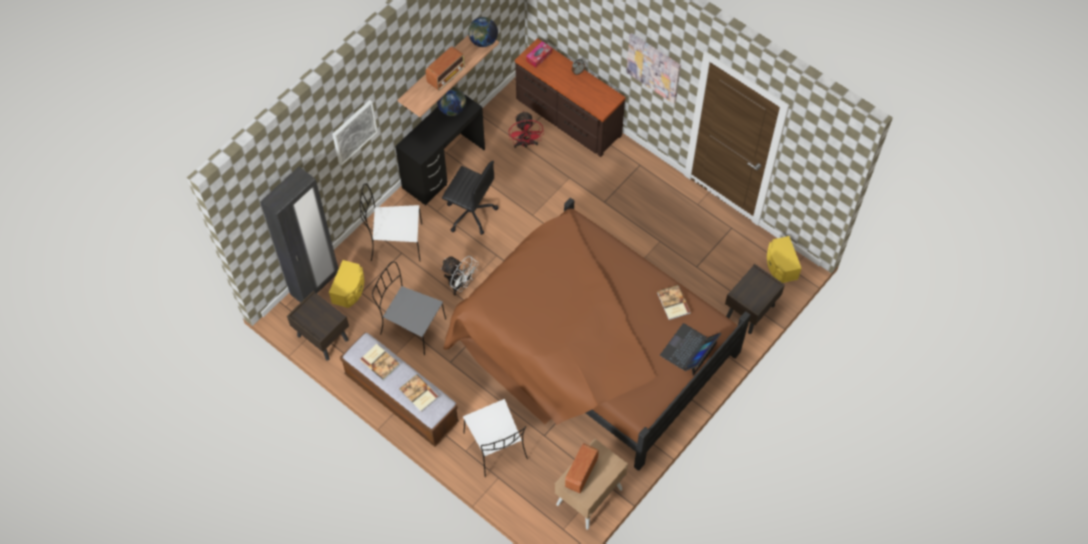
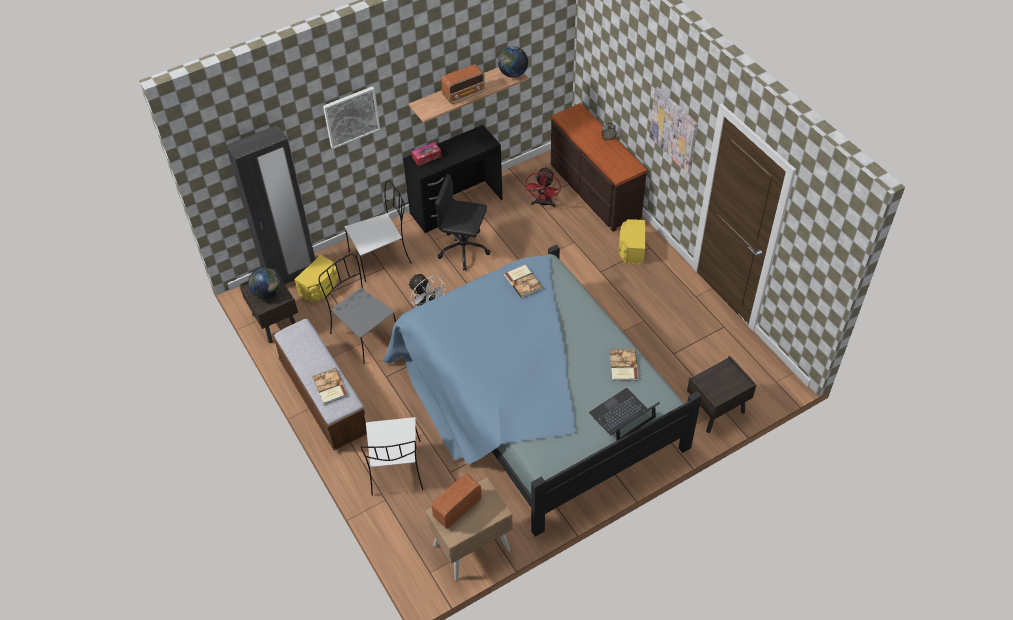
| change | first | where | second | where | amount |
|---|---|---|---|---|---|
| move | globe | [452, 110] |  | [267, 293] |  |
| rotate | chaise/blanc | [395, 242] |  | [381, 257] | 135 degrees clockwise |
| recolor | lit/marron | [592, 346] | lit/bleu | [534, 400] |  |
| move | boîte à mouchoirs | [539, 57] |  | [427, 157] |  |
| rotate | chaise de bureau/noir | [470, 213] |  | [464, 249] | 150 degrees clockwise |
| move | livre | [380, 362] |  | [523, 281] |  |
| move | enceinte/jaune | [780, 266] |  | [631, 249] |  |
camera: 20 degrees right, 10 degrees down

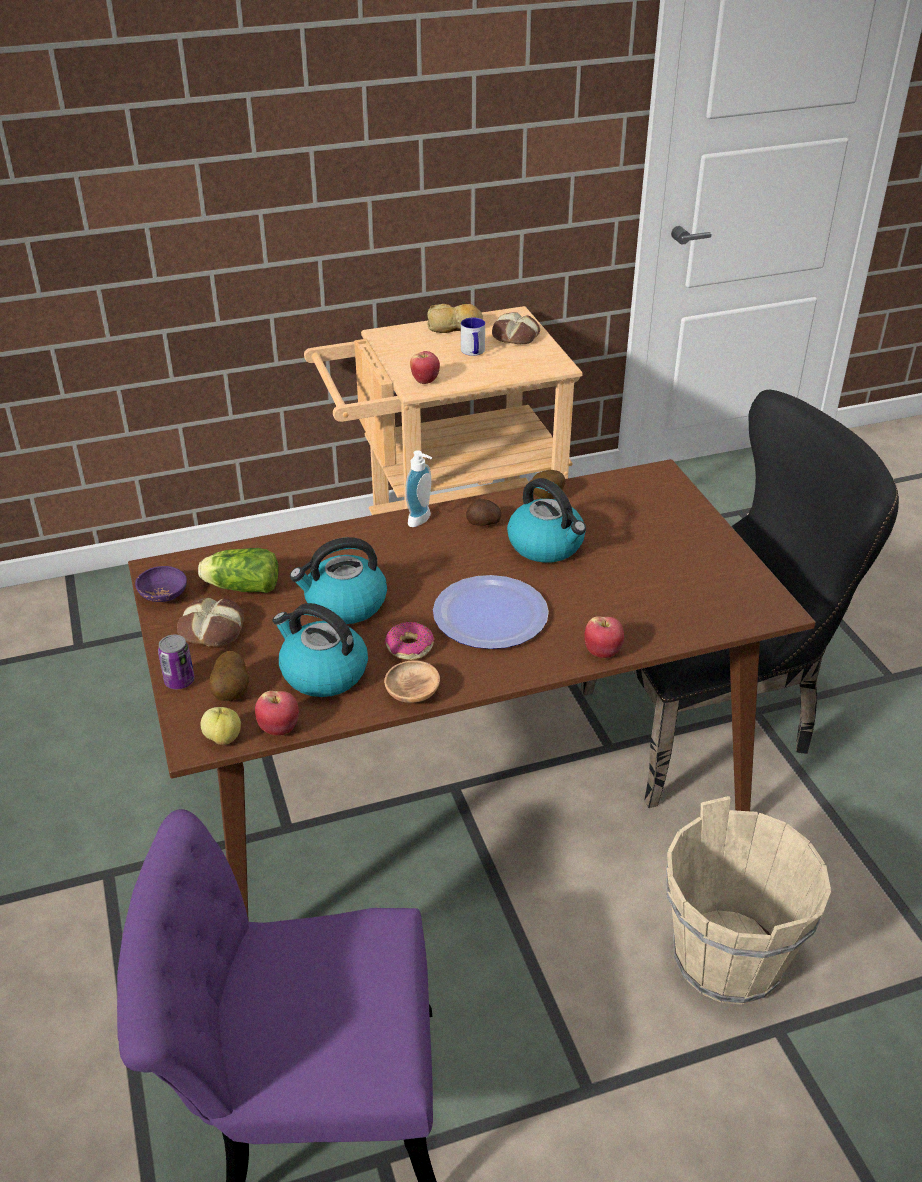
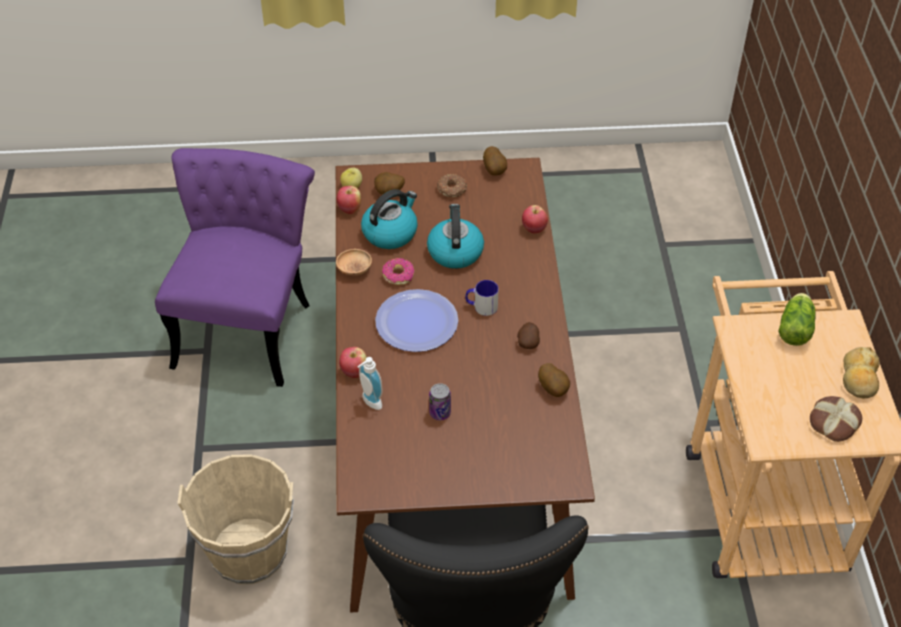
| change | first | where | second | where | amount |
|---|---|---|---|---|---|
| move | distributeur de savon | [422, 520] |  | [369, 403] |  |
| move | boîte métallique | [179, 681] |  | [440, 413] |  |
| replace | pain | [213, 628] | beignet | [452, 189] |  |
| move | mug | [473, 352] |  | [481, 306] |  |
| replace | bol/violet | [163, 595] | pomme de terre | [495, 170] |  |
| move | pomme | [425, 381] |  | [534, 229] |  |
| move | laitue | [240, 587] |  | [795, 327] |  |
| delete | bouilloire | [547, 545] |  |  |  |
camera: 105 degrees right, 10 degrees up

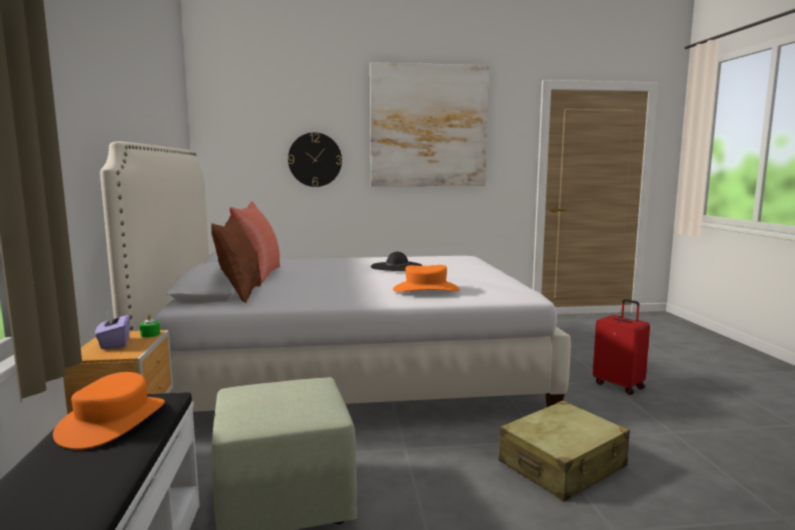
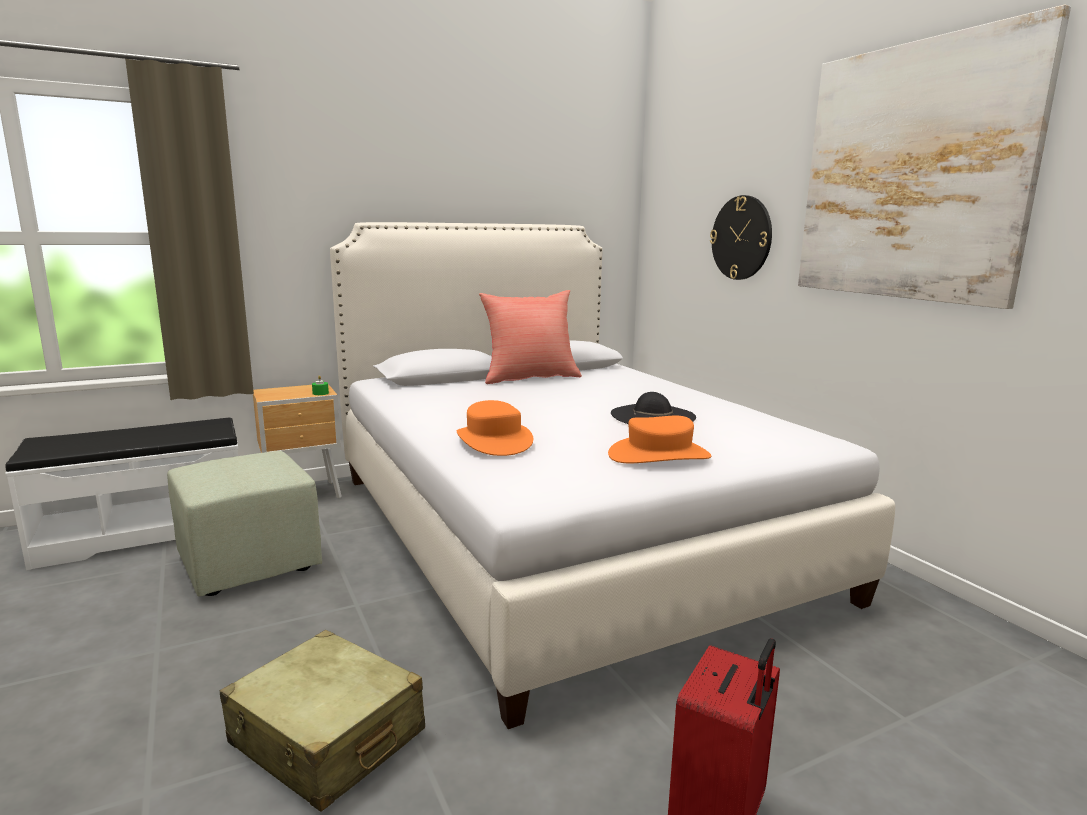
| change | first | where | second | where | amount |
|---|---|---|---|---|---|
| move | chapeau/orange | [113, 421] |  | [659, 455] |  |
| delete | boîte à mouchoirs/violet | [114, 343] |  |  |  |
| delete | coussin/marron | [240, 294] |  |  |  |
camera: 70 degrees right, 5 degrees up

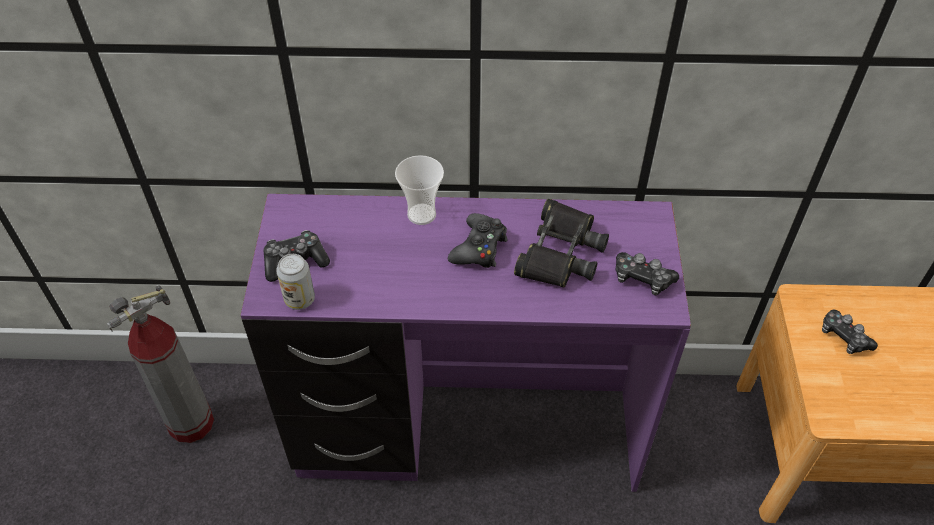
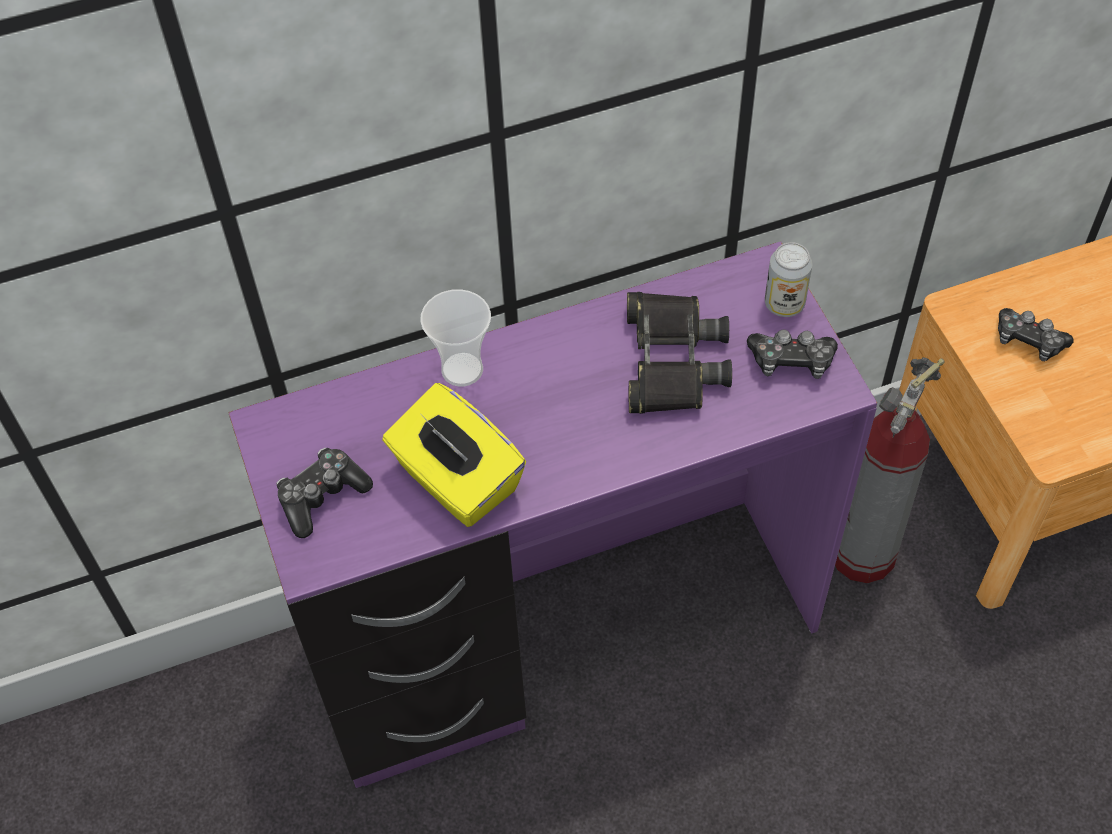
| change | first | where | second | where | amount |
|---|---|---|---|---|---|
| insert |  |  | boîte à mouchoirs/jaune | [456, 480] |  |
| move | boîte métallique | [299, 299] |  | [784, 304] |  |
| move | extincteur | [190, 423] |  | [862, 555] |  |
| delete | manette/noir | [479, 248] |  |  |  |
camera: 20 degrees left, 5 degrees up

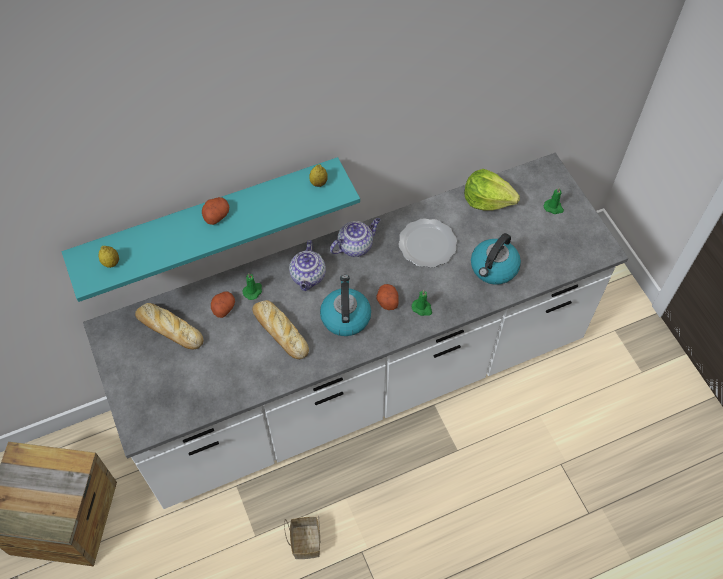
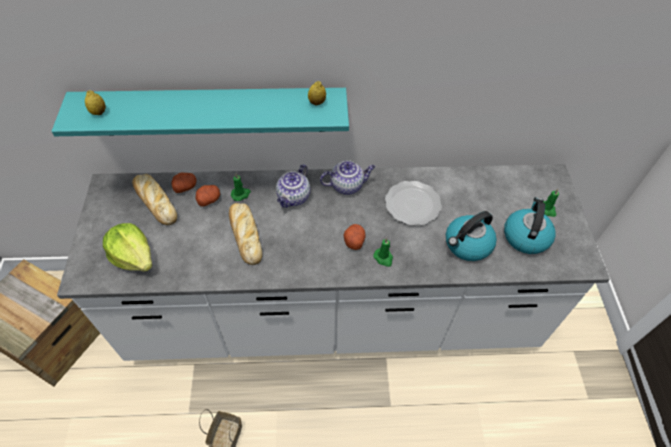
| change | first | where | second | where | amount |
|---|---|---|---|---|---|
| move | laitue | [487, 199] |  | [134, 257] |  |
| move | pomme de terre | [216, 215] |  | [185, 187] |  |
| move | bouilloire | [345, 316] |  | [525, 236] |  |
camera: 20 degrees right, 5 degrees down

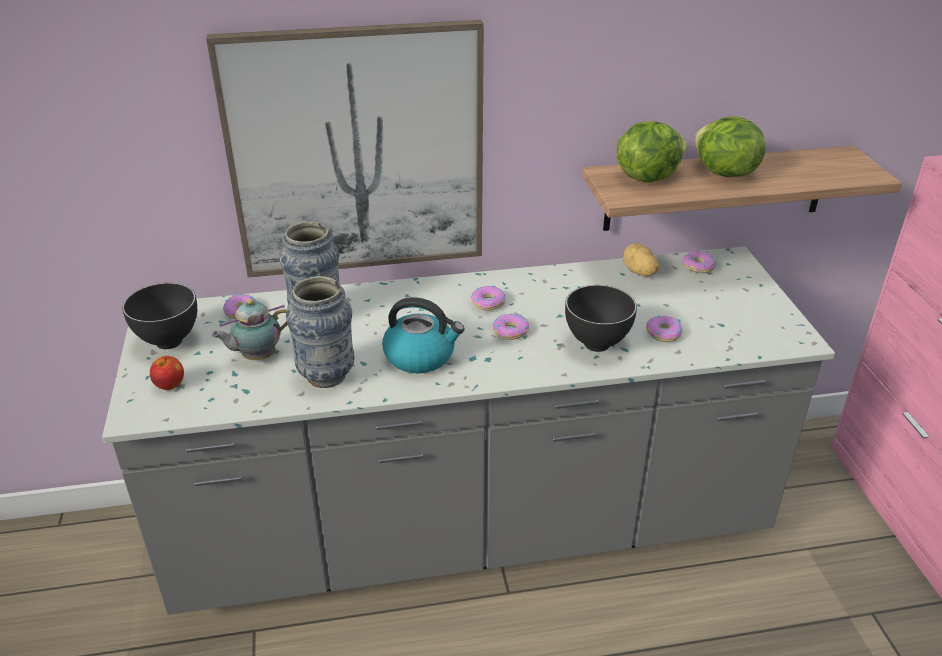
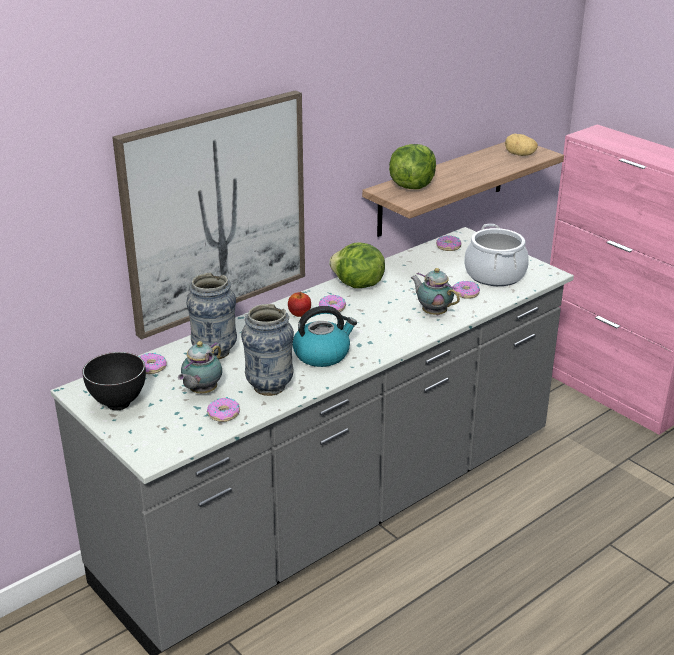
| change | first | where | second | where | amount |
|---|---|---|---|---|---|
| move | beignet | [510, 331] |  | [224, 414] |  |
| move | pomme | [170, 385] |  | [299, 314] |  |
| move | laitue | [723, 173] |  | [357, 285] |  |
| replace | bol/noir | [598, 346] | théière | [433, 313] |  |
| insert |  |  | marmite | [495, 275] |  |
| move | pomme de terre | [639, 272] |  | [519, 155] |  |
camera: 30 degrees left, 5 degrees down

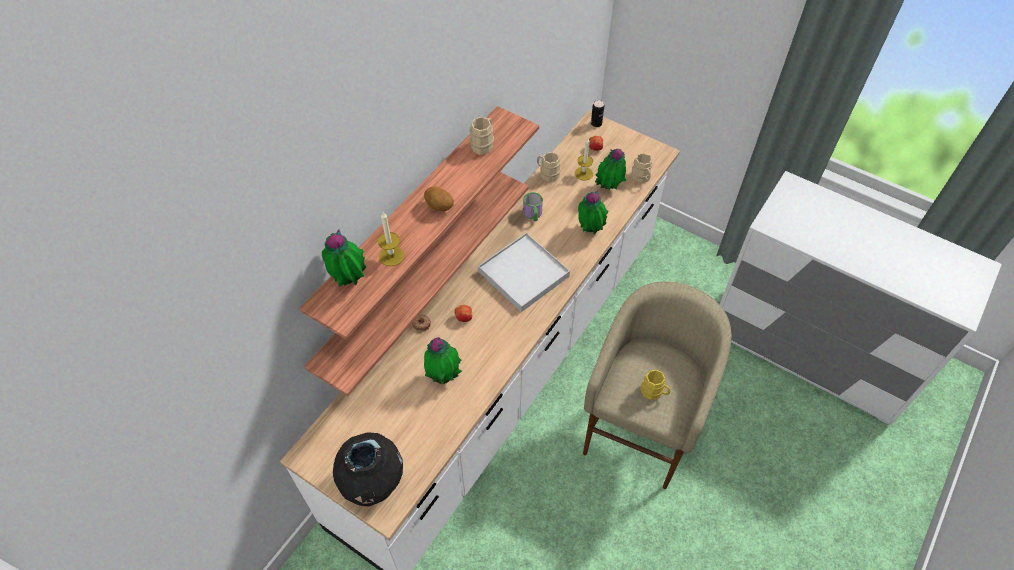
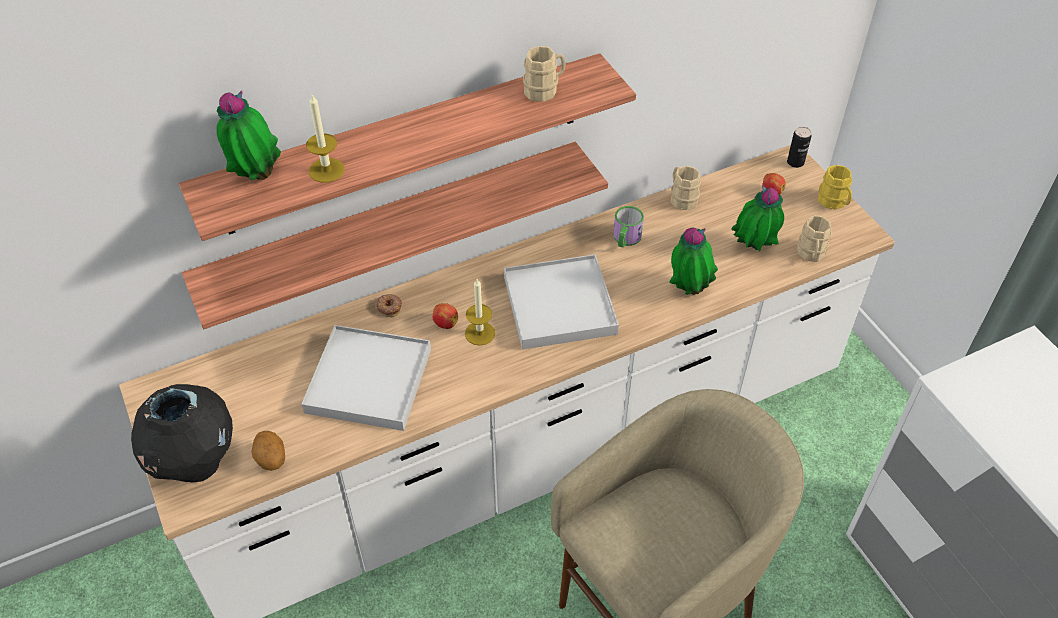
| change | first | where | second | where | amount |
|---|---|---|---|---|---|
| move | pomme de terre | [439, 207] |  | [271, 459] |  |
| replace | plante en pot | [443, 376] | plateau/blanc | [369, 380] |  |
| move | bougie | [583, 173] |  | [480, 333] |  |
| move | mug/jaune | [654, 392] |  | [834, 202] |  |
camera: 30 degrees right, 5 degrees down

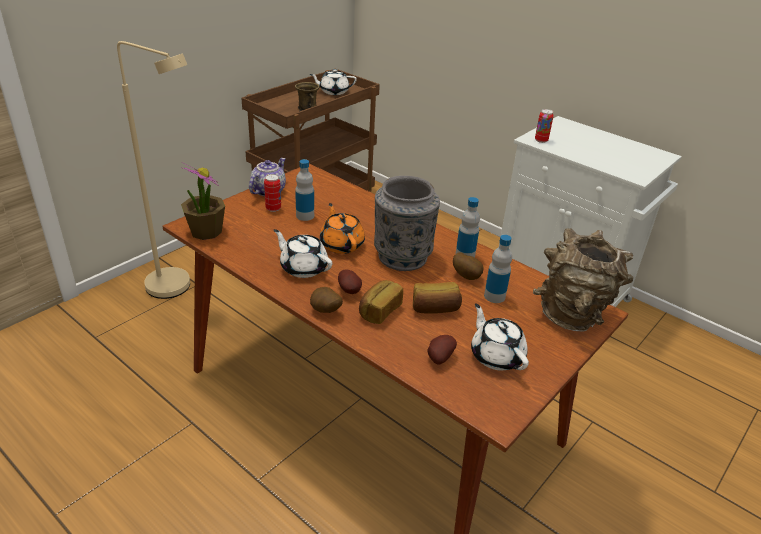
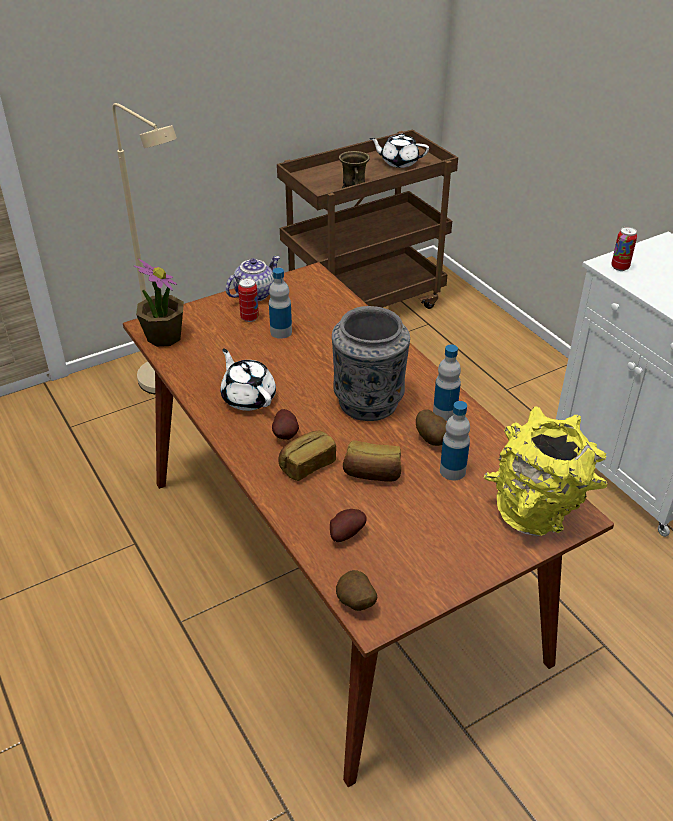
| change | first | where | second | where | amount |
|---|---|---|---|---|---|
| move | pomme de terre | [325, 312] |  | [355, 604] |  |
| recolor | vase/marron | [573, 315] | vase/jaune | [538, 513] |  |
| delete | théière/orange | [341, 244] |  |  |  |
| delete | théière/blanc | [496, 355] |  |  |  |
camera: 20 degrees right, 5 degrees up

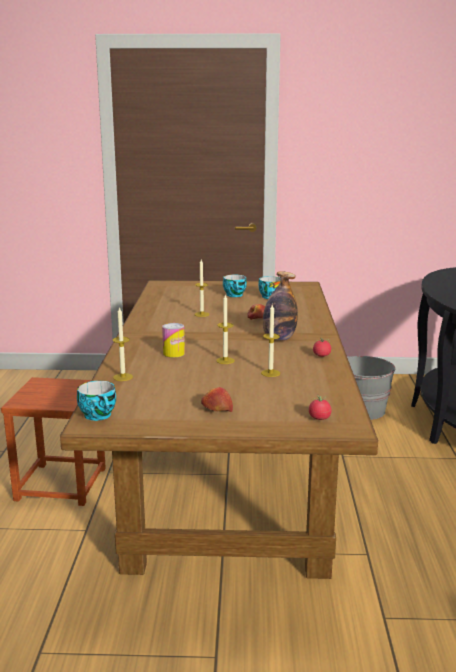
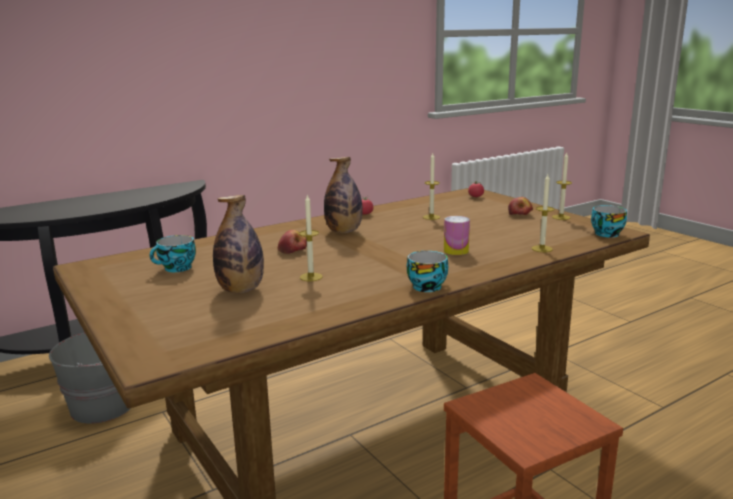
| change | first | where | second | where | amount |
|---|---|---|---|---|---|
| insert |  |  | bouteille | [241, 290] |  |
| move | tasse | [235, 295] |  | [427, 286] |  |
| move | bougie | [225, 360] |  | [561, 217] |  |
camera: 125 degrees left, 0 degrees up

